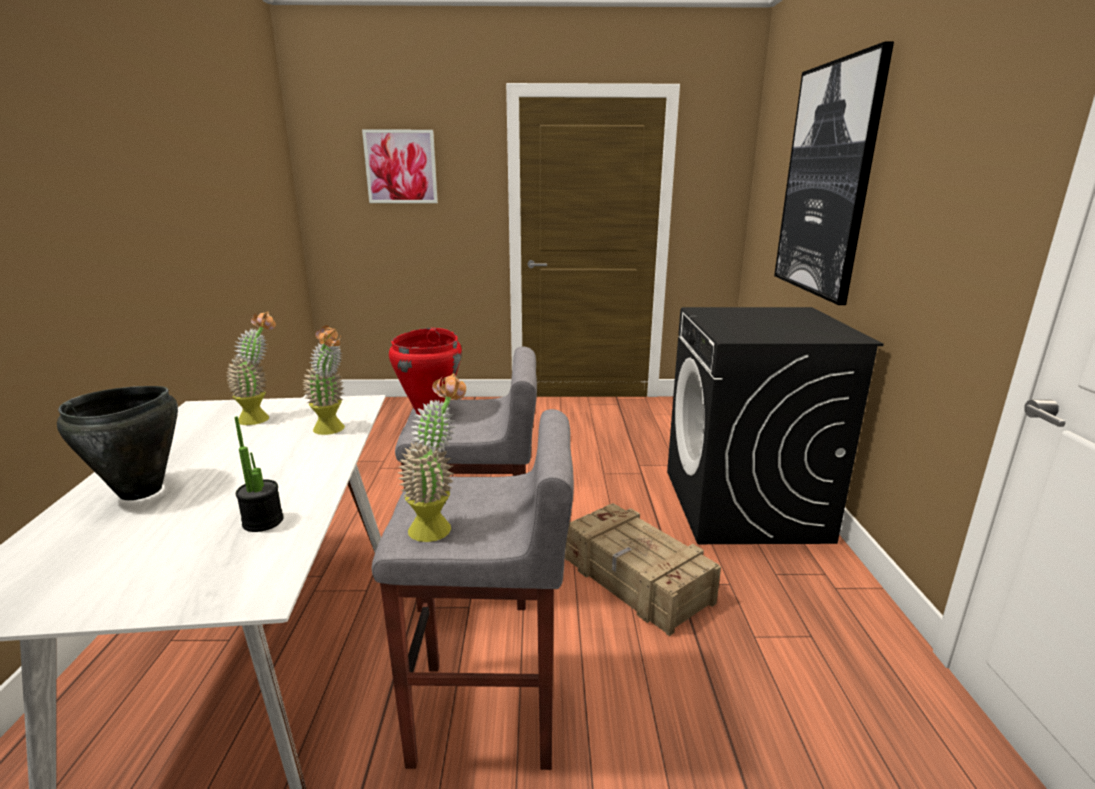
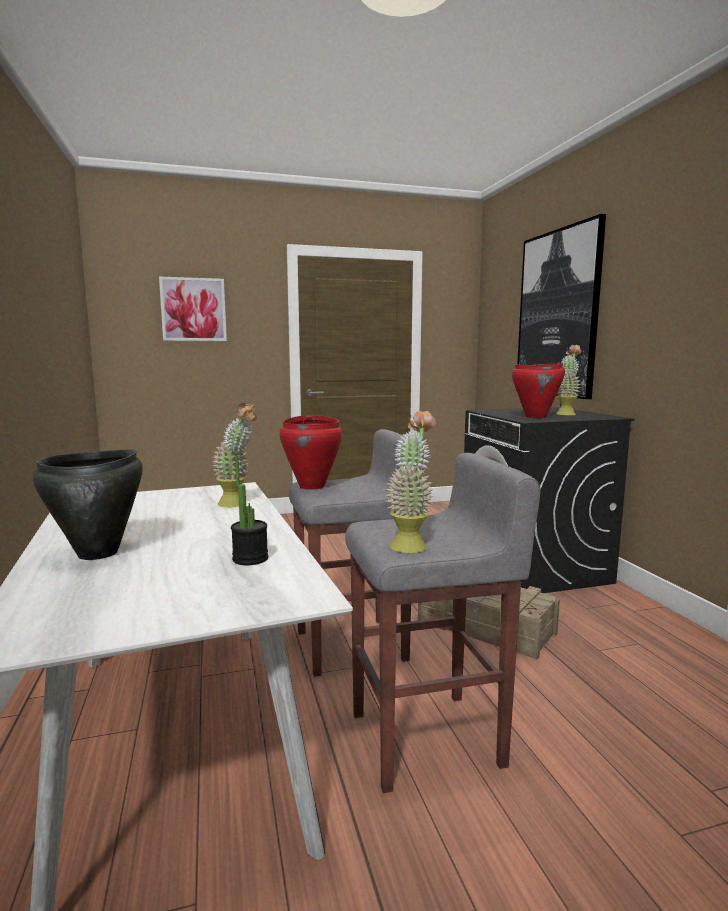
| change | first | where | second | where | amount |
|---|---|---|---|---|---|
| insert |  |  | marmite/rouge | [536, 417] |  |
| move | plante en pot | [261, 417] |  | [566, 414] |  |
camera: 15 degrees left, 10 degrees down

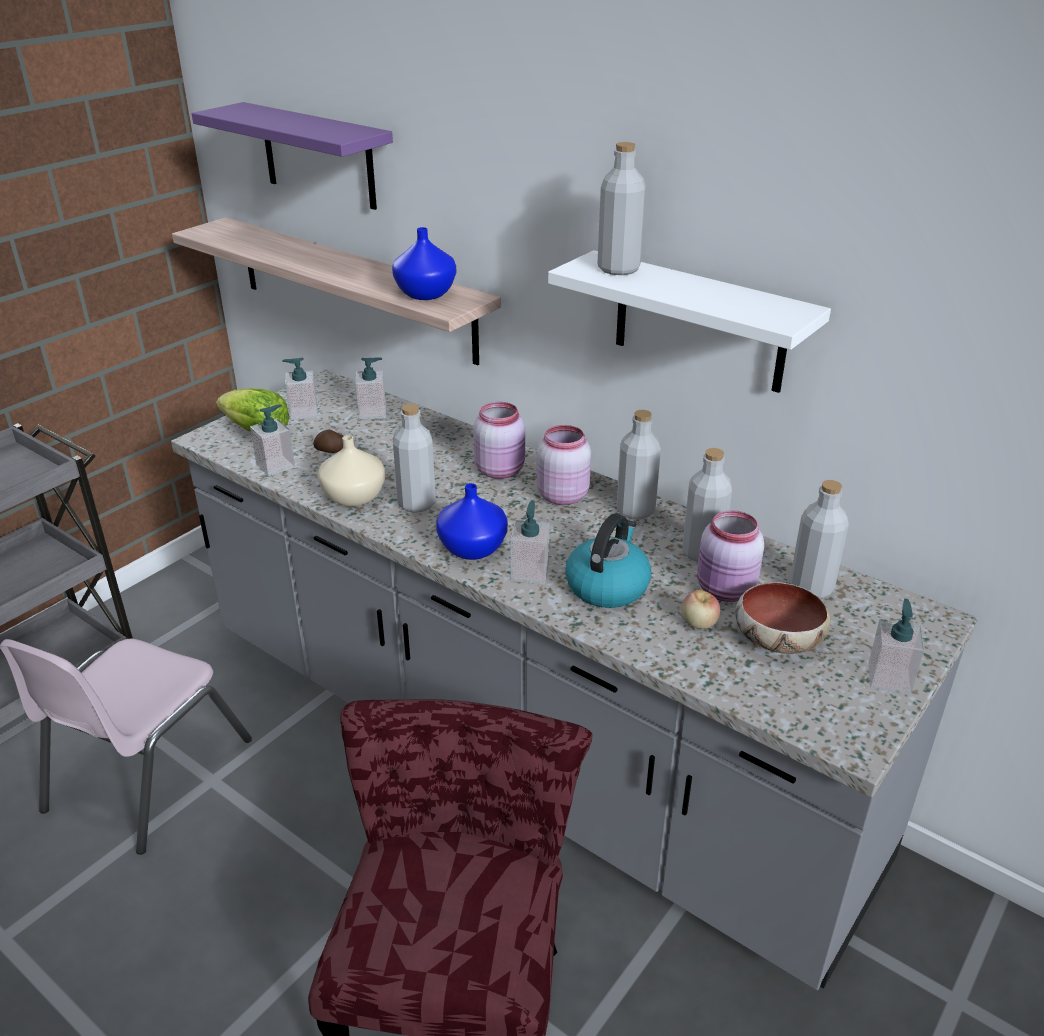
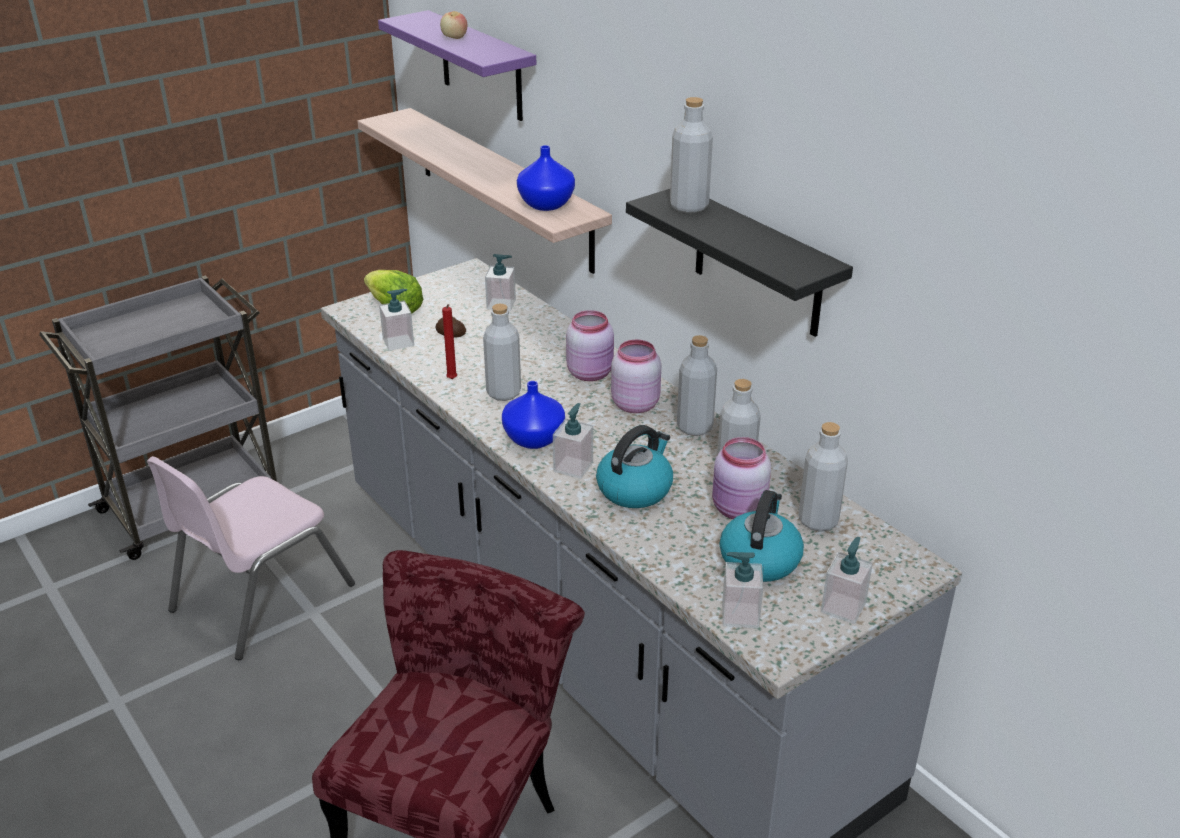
| change | first | where | second | where | amount |
|---|---|---|---|---|---|
| move | pomme | [699, 623] |  | [454, 38] |  |
| replace | vase/beige | [353, 498] | bougie/rouge | [452, 380] |  |
| recolor | étagère/blanc | [699, 322] | étagère/noir | [757, 263] |  |
| replace | bol | [776, 640] | bouilloire | [759, 559] |  |
| move | distributeur de savon | [303, 413] |  | [740, 615] |  |
camera: 15 degrees right, 0 degrees up

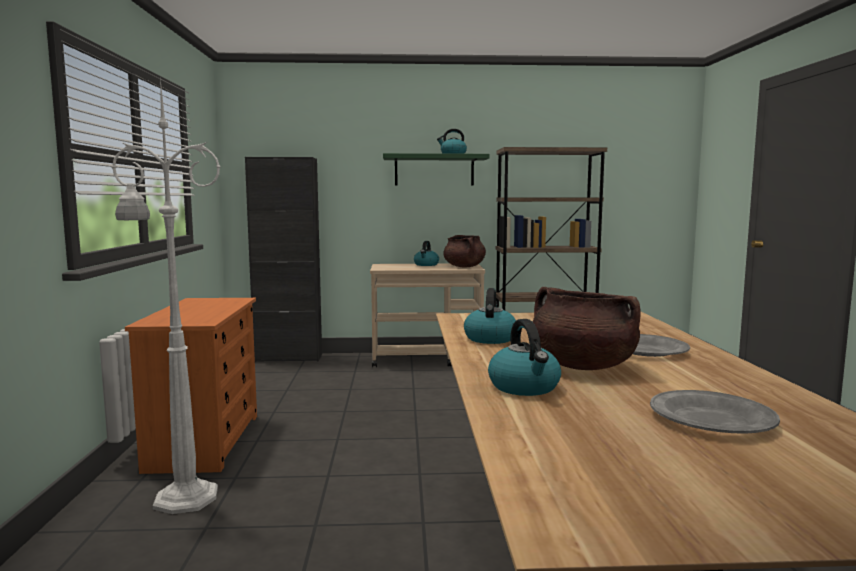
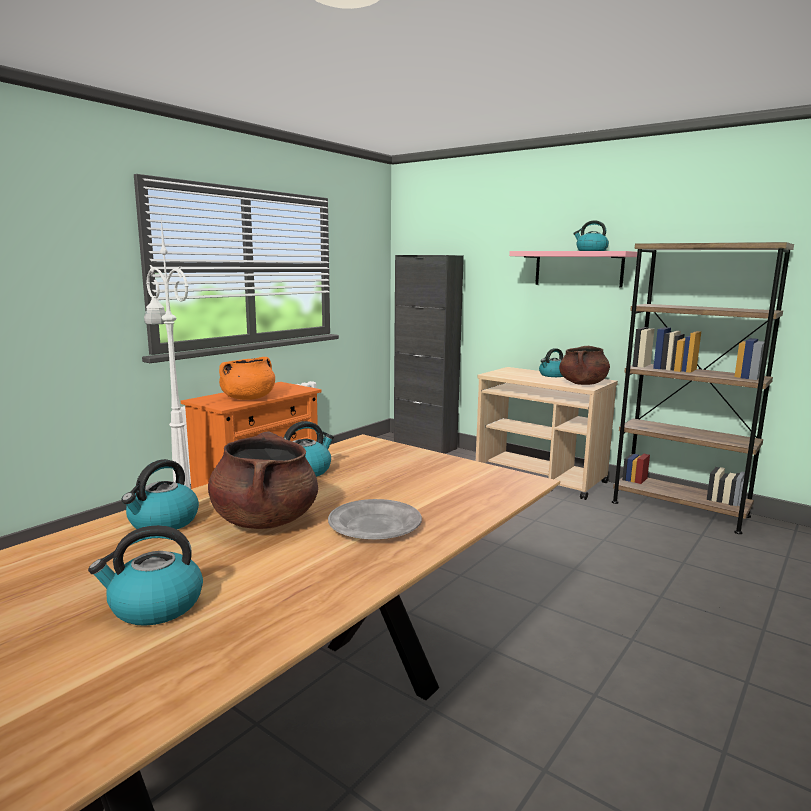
| change | first | where | second | where | amount |
|---|---|---|---|---|---|
| replace | assiette/gris | [712, 419] | bouilloire | [155, 606] |  |
| insert |  |  | marmite/orange | [248, 398] |  |
| recolor | étagère/vert | [434, 170] | étagère/rose | [578, 269] |  |
camera: 40 degrees right, 5 degrees up

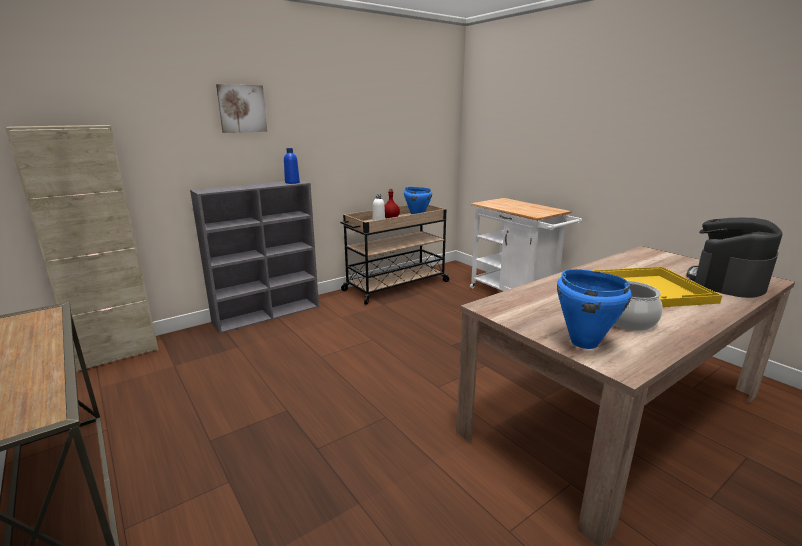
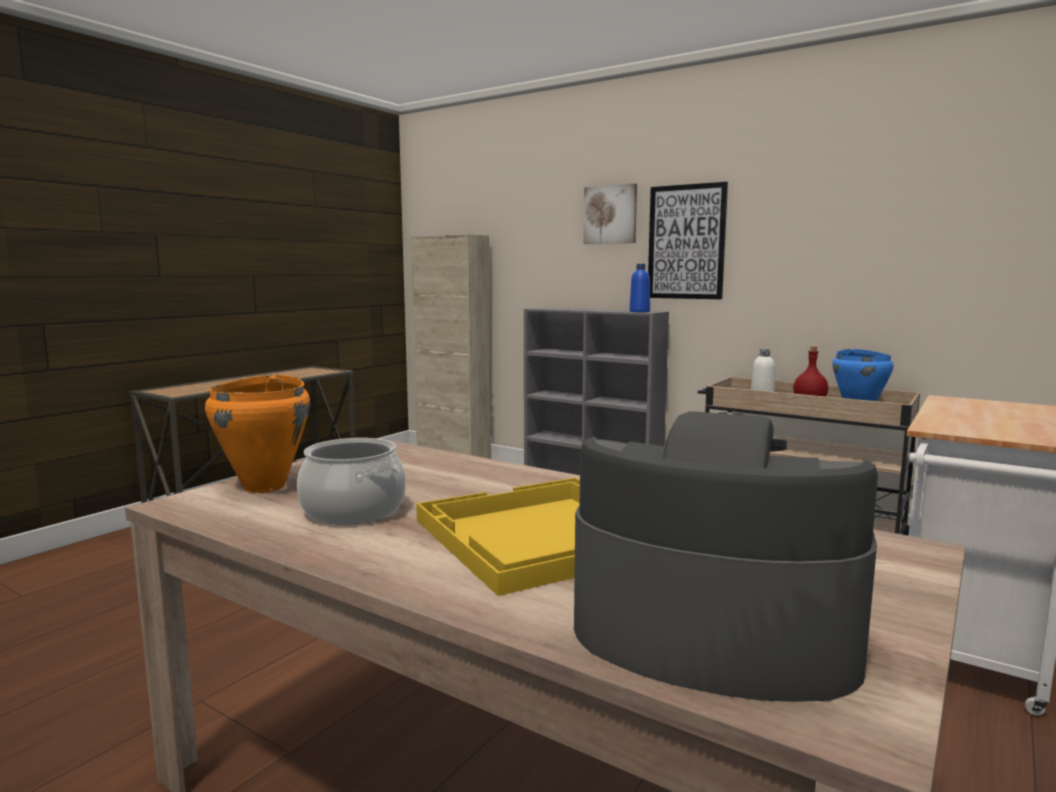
| change | first | where | second | where | amount |
|---|---|---|---|---|---|
| recolor | marmite/bleu | [583, 342] | marmite/orange | [265, 487] |  |
| insert |  |  | tableau | [686, 242] |  |
camera: 70 degrees right, 10 degrees down

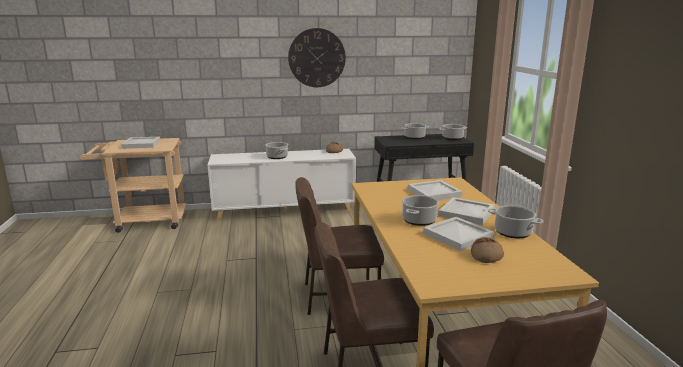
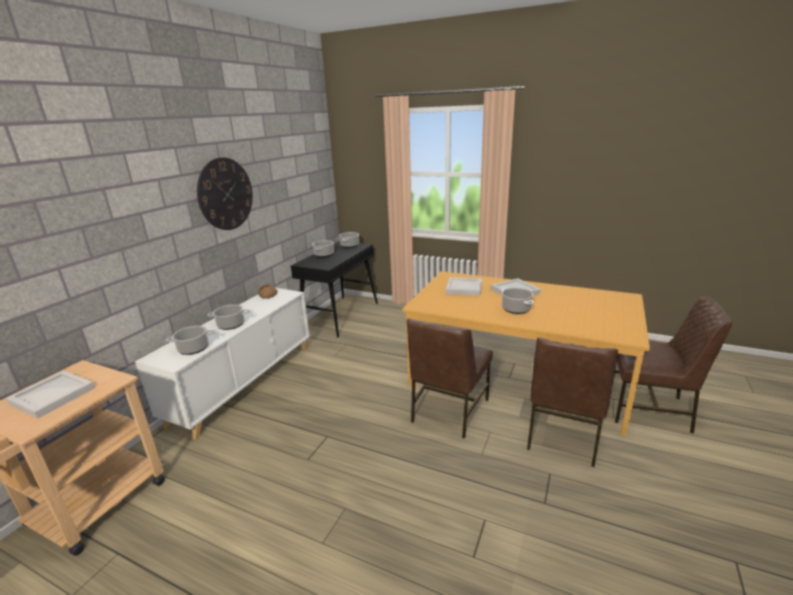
| change | first | where | second | where | amount |
|---|---|---|---|---|---|
| move | marmite | [513, 232] |  | [194, 348] |  |
| delete | plateau/blanc | [459, 236] |  |  |  |
| delete | pain | [486, 256] |  |  |  |
camera: 55 degrees left, 5 degrees up

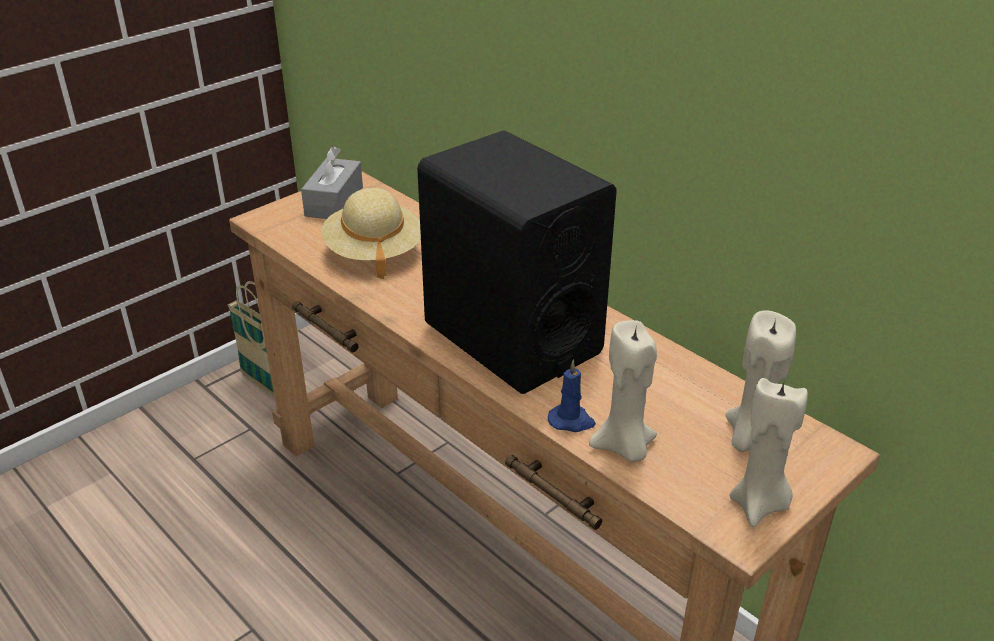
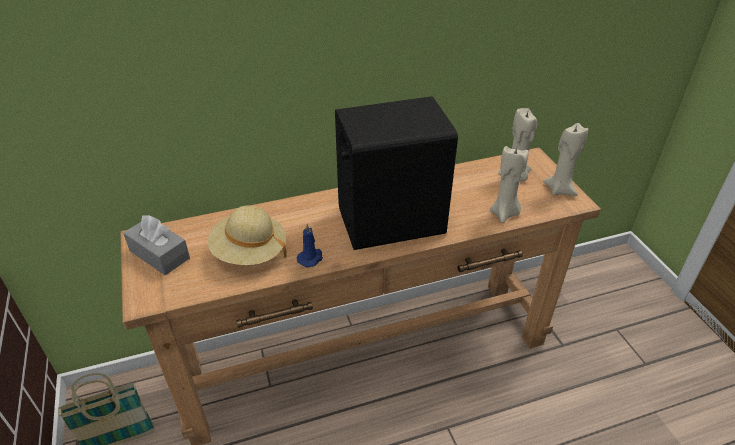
| change | first | where | second | where | amount |
|---|---|---|---|---|---|
| move | bougie/bleu | [571, 421] |  | [311, 258] |  |
camera: 65 degrees left, 5 degrees up

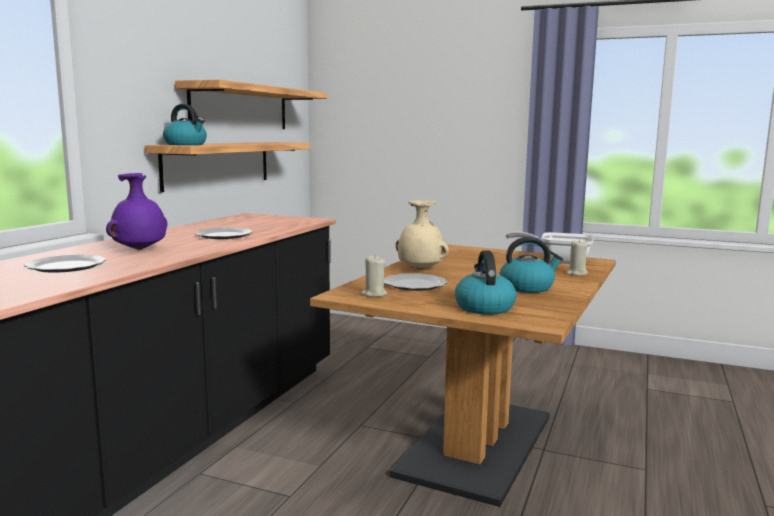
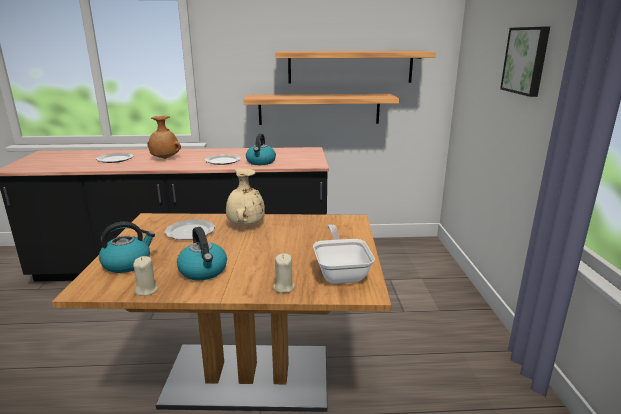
| change | first | where | second | where | amount |
|---|---|---|---|---|---|
| move | bougie/beige | [374, 294] |  | [146, 290] |  |
| recolor | vase/violet | [140, 250] | vase/marron | [165, 158] |  |
| move | bouilloire | [186, 144] |  | [261, 162] |  |
| insert |  |  | tableau | [526, 60] |  |
camera: 65 degrees right, 10 degrees up

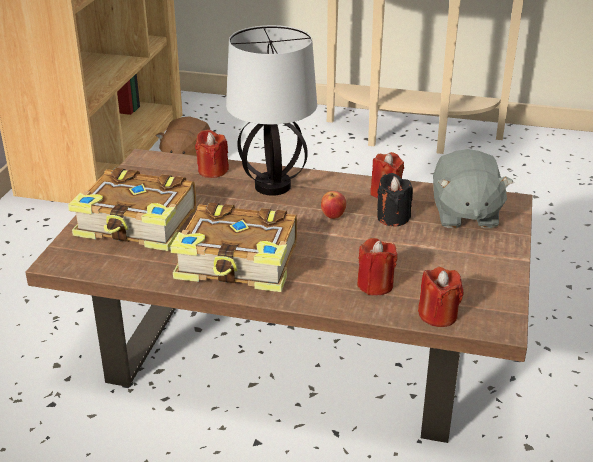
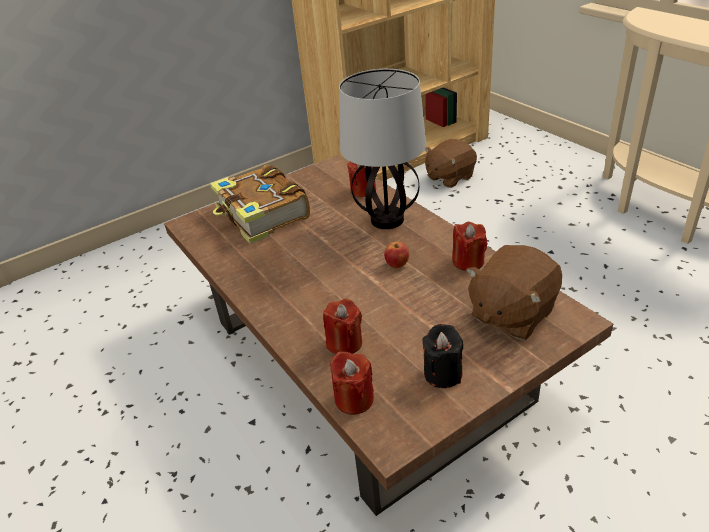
| change | first | where | second | where | amount |
|---|---|---|---|---|---|
| move | bougie/noir | [393, 218] |  | [442, 374] |  |
| recolor | peluche/gris | [464, 214] | peluche/marron | [511, 313] |  |
| delete | livre | [239, 263] |  |  |  |
camera: 45 degrees right, 5 degrees up

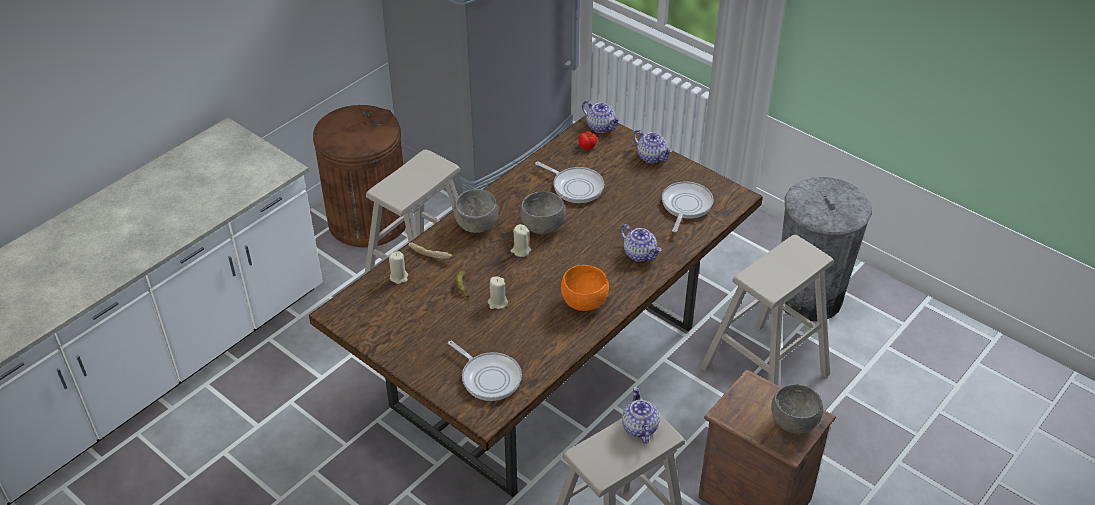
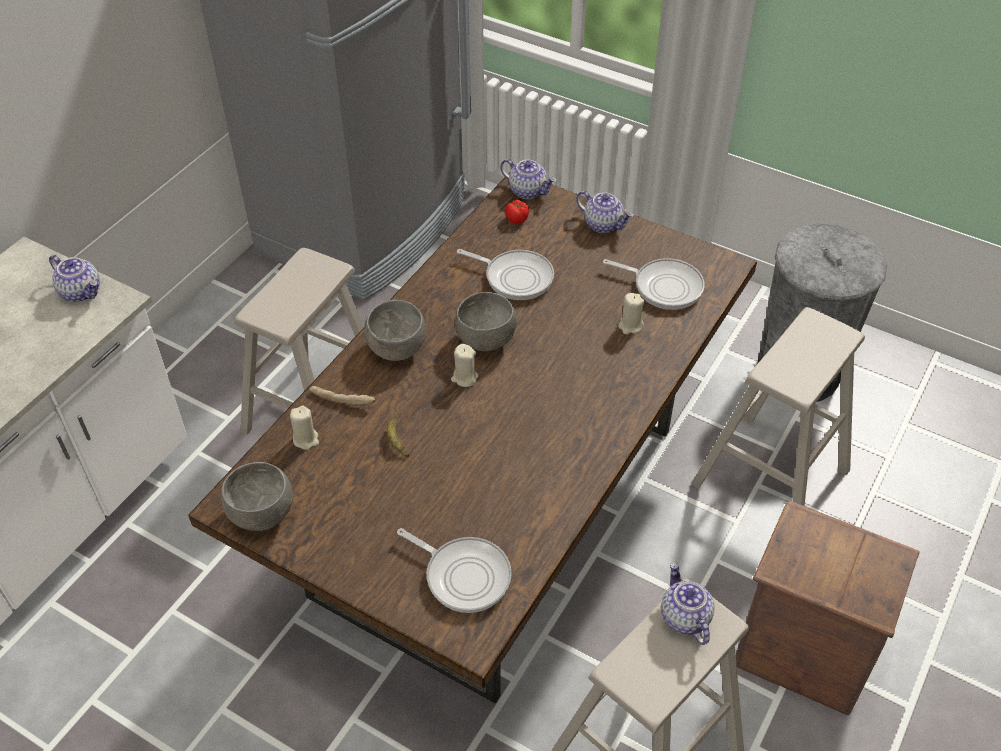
| change | first | where | second | where | amount |
|---|---|---|---|---|---|
| move | théière | [640, 254] |  | [81, 291] |  |
| move | bol/gris | [794, 422] |  | [262, 513] |  |
| rotate | poêle | [685, 206] |  | [664, 286] | 105 degrees clockwise |
| move | bougie/beige | [497, 303] |  | [630, 326] |  |
| delete | poubelle/marron | [369, 220] |  |  |  |
| delete | bol/orange | [585, 303] |  |  |  |
camera: 10 degrees left, 5 degrees up

